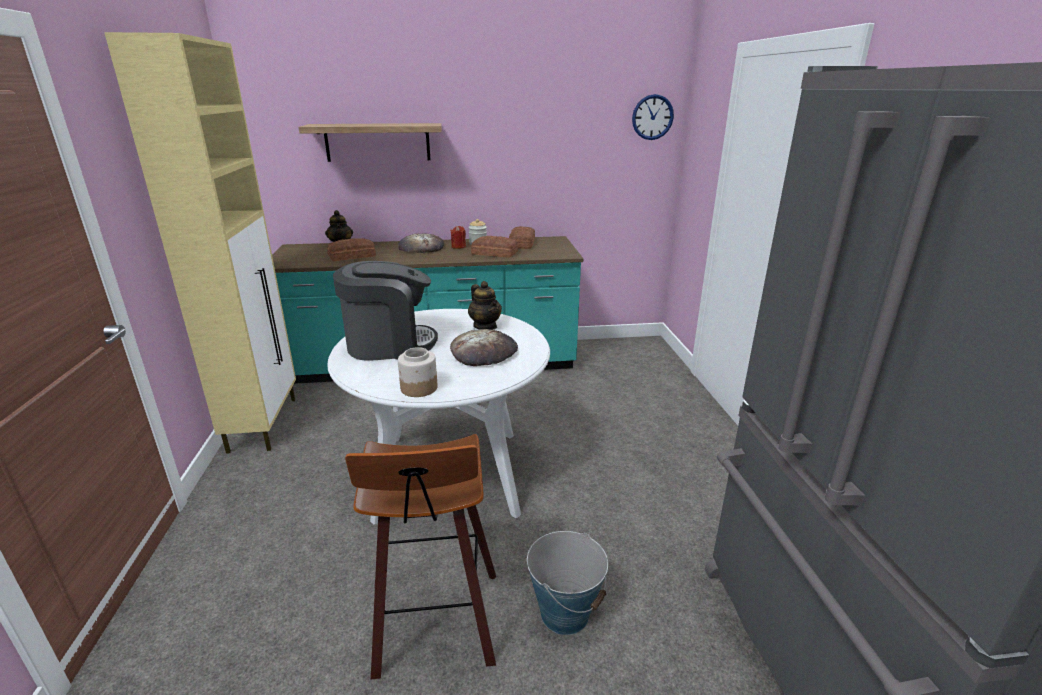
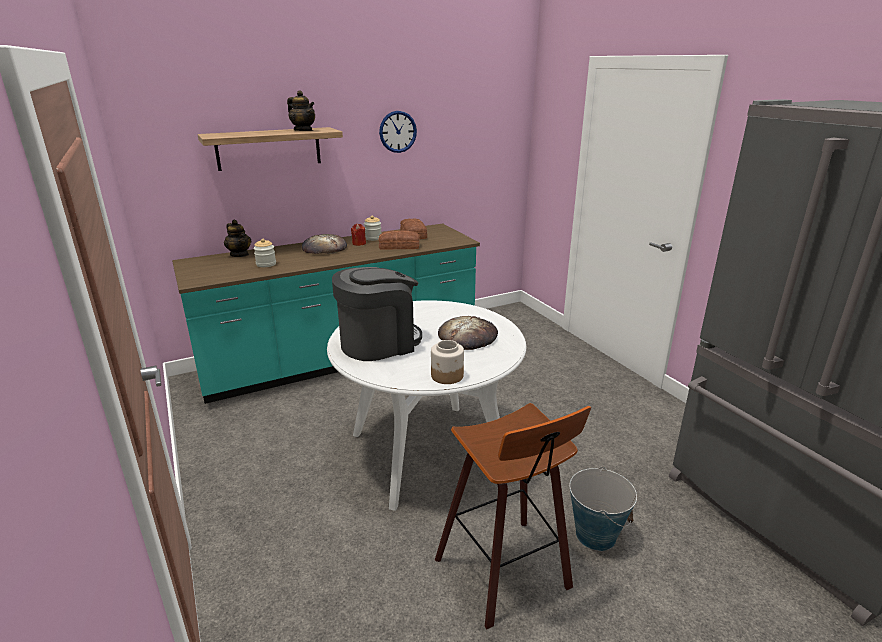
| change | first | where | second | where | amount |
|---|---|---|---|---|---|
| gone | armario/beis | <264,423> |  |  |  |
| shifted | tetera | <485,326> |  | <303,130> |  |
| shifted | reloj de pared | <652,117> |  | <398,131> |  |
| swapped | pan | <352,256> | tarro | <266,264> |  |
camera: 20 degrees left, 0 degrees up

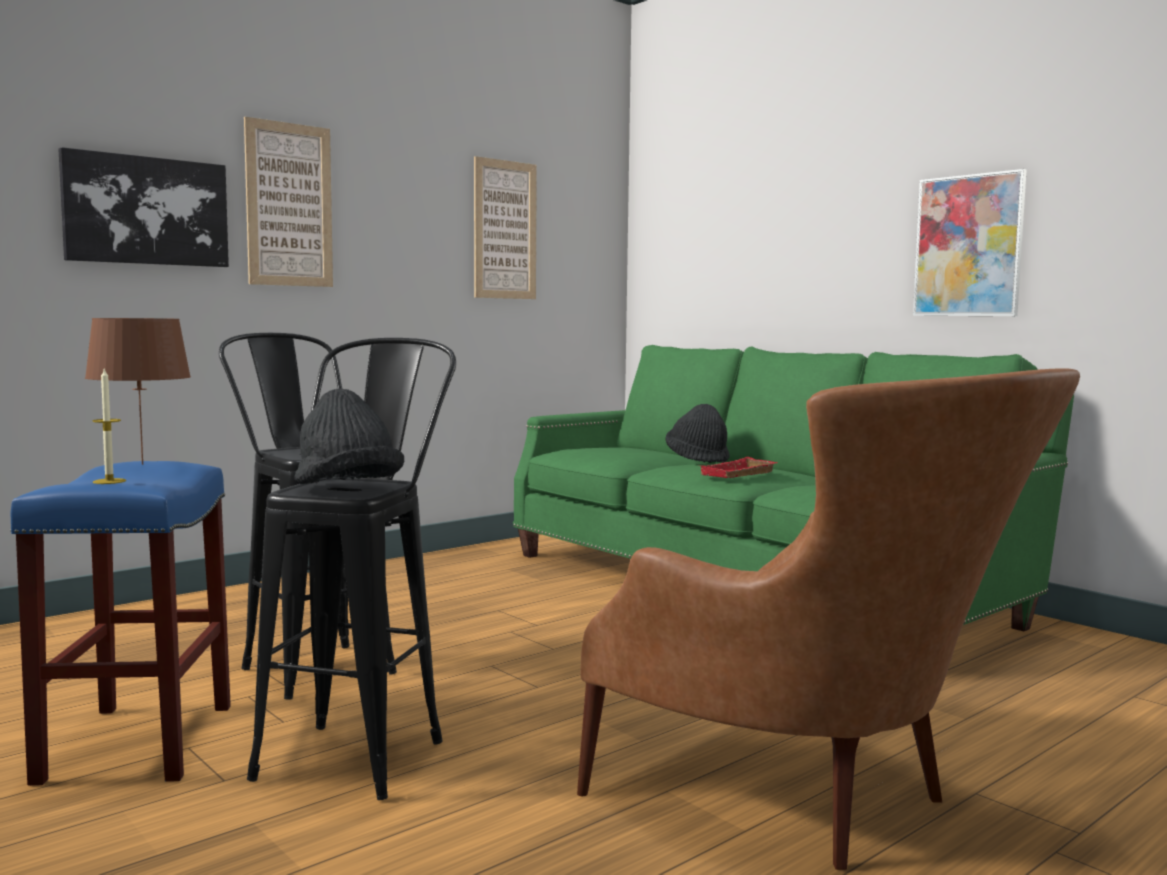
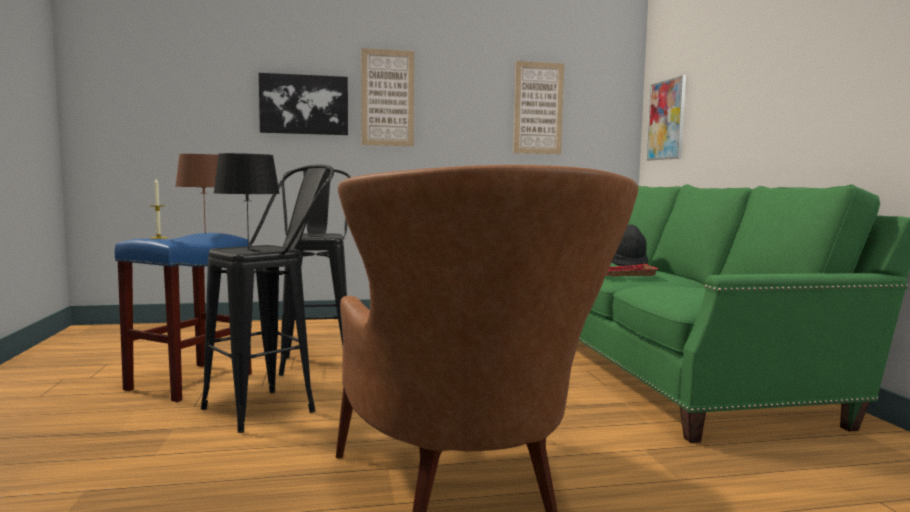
| change | first | where | second | where | amount |
|---|---|---|---|---|---|
| shifted | cuadro | <968,246> |  | <666,120> |  |
| swapped | sombrero/negro | <347,490> | lámpara de mesa/negro | <249,250> |  |
camera: 30 degrees right, 0 degrees up

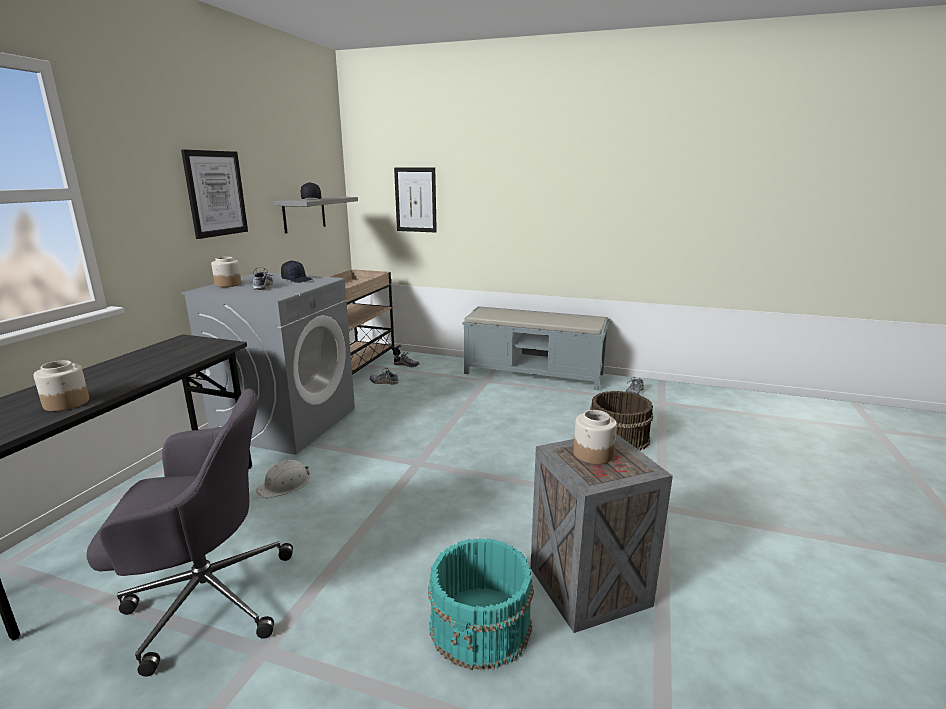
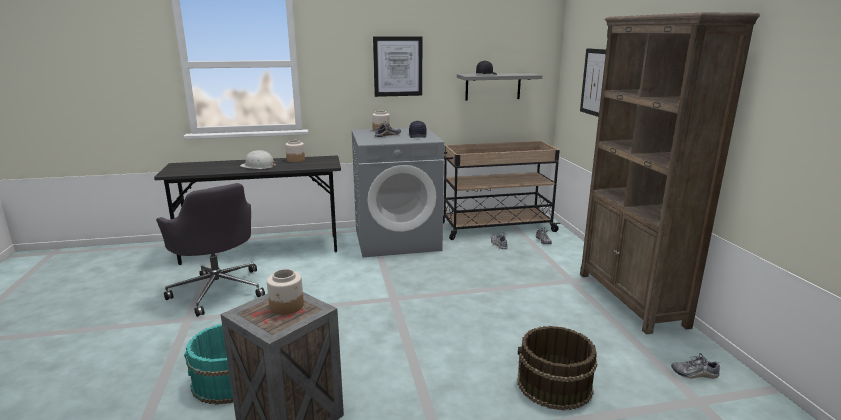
| change | first | where | second | where | amount |
|---|---|---|---|---|---|
| shifted | tarro | <66,403> |  | <295,160> |  |
| shifted | casco/blanco | <285,485> |  | <258,166> |  |
| swapped | banco/gris | <534,374> | estantería/marrón | <631,299> |  |
camera: 60 degrees right, 0 degrees up

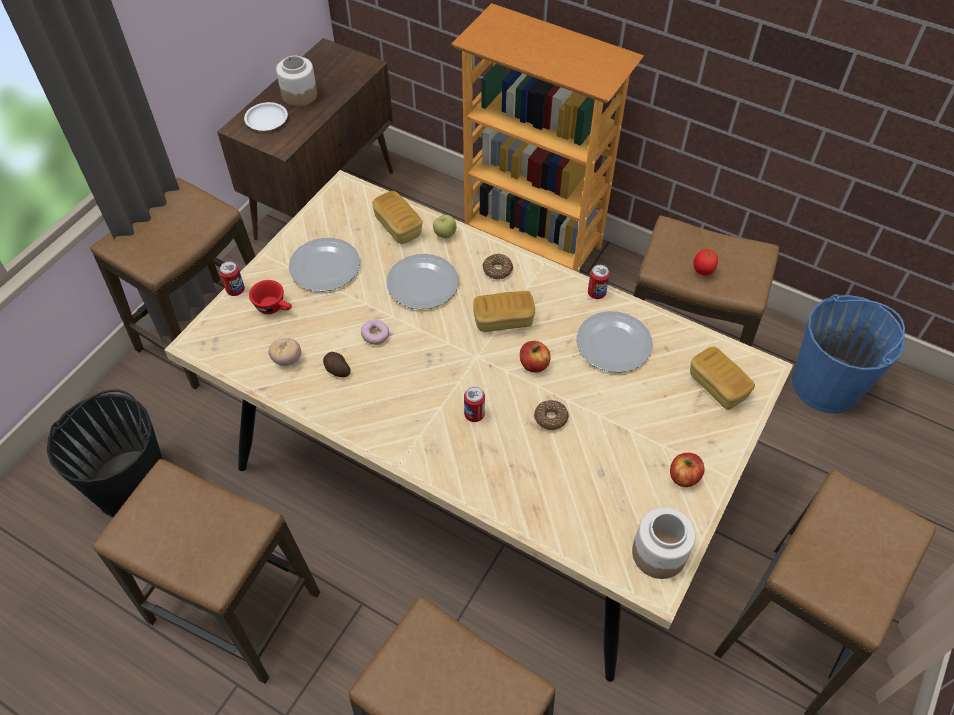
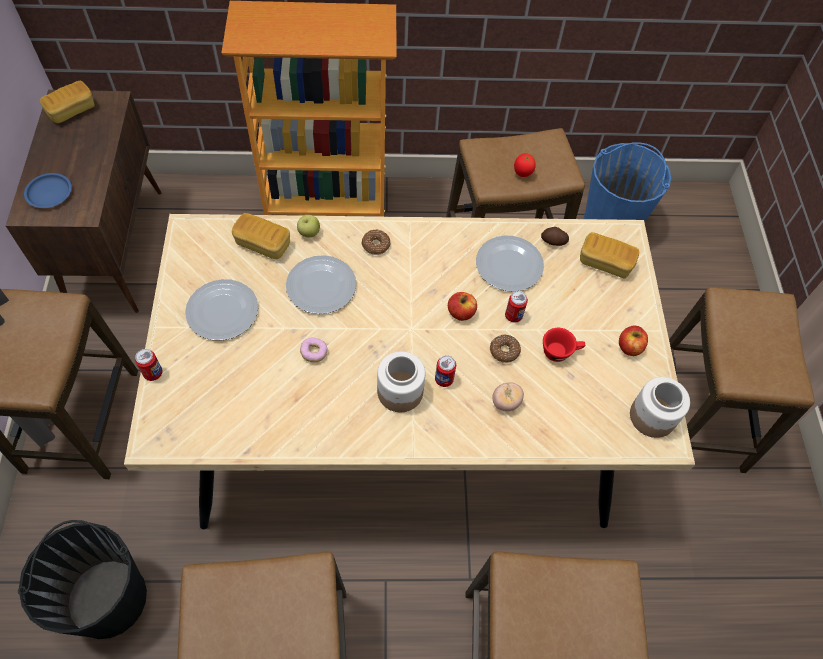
| change | first | where | second | where | amount |
|---|---|---|---|---|---|
| shifted | taza/rojo | <274,307> |  | <560,351> |  |
| shifted | tomate | <287,359> |  | <505,402> |  |
| shifted | tarro | <299,95> |  | <399,391> |  |
| shifted | patata | <337,370> |  | <553,242> |  |
| shifted | pan | <503,320> |  | <71,110> |  |
| shifted | lata | <596,293> |  | <513,316> |  |
| repainted | plato/blanco | <267,119> | plato/azul | <49,193> |  |
camera: 35 degrees left, 5 degrees up

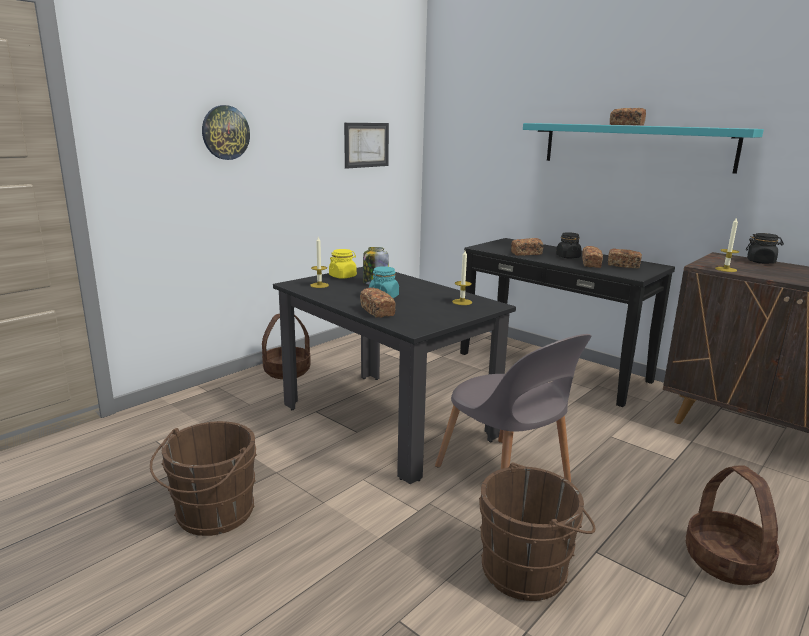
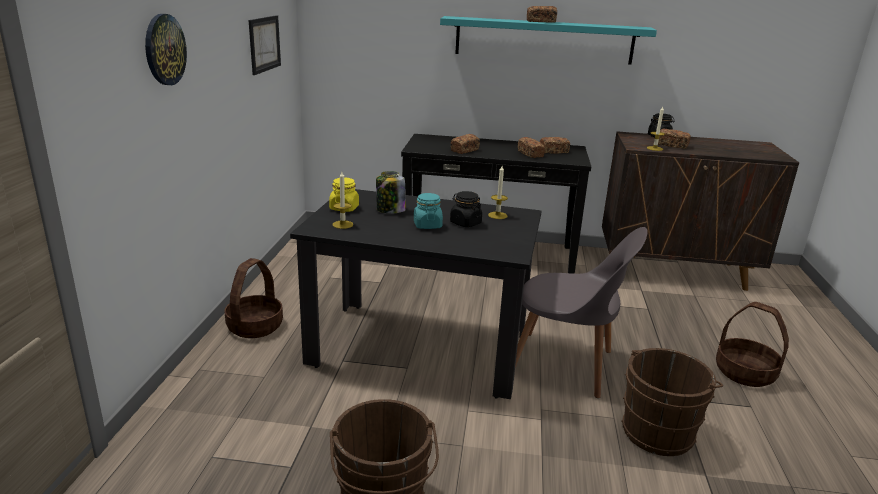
| change | first | where | second | where | amount |
|---|---|---|---|---|---|
| shifted | pan | <377,311> |  | <672,145> |  |
| shifted | tarro/negro | <567,257> |  | <465,223> |  |
camera: 35 degrees left, 5 degrees up

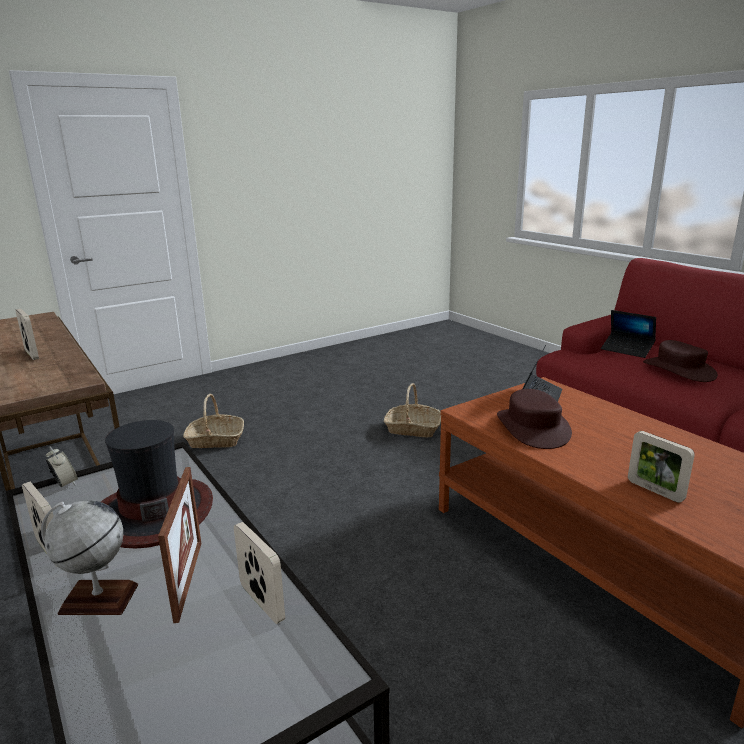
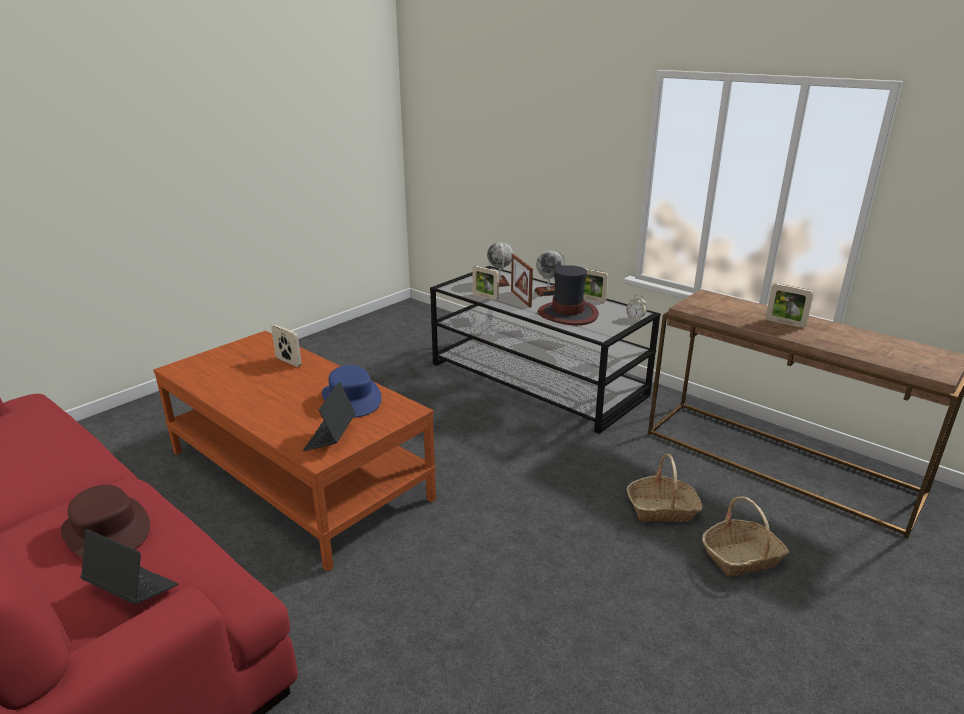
| change | first | where | second | where | amount |
|---|---|---|---|---|---|
| new |  |  | globo terráqueo | <499,282> |  |
| shifted | cesta | <412,429> |  | <662,509> |  |
| repainted | sombrero/marrón | <533,428> | sombrero/azul | <351,399> |  |
camera: 165 degrees right, 5 degrees up

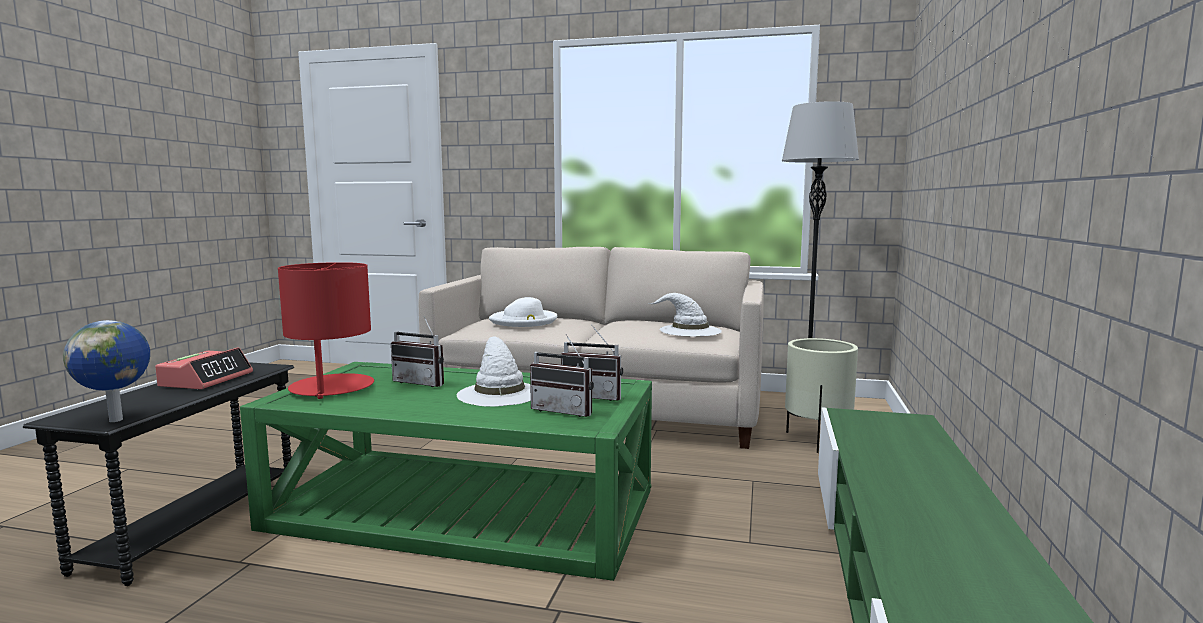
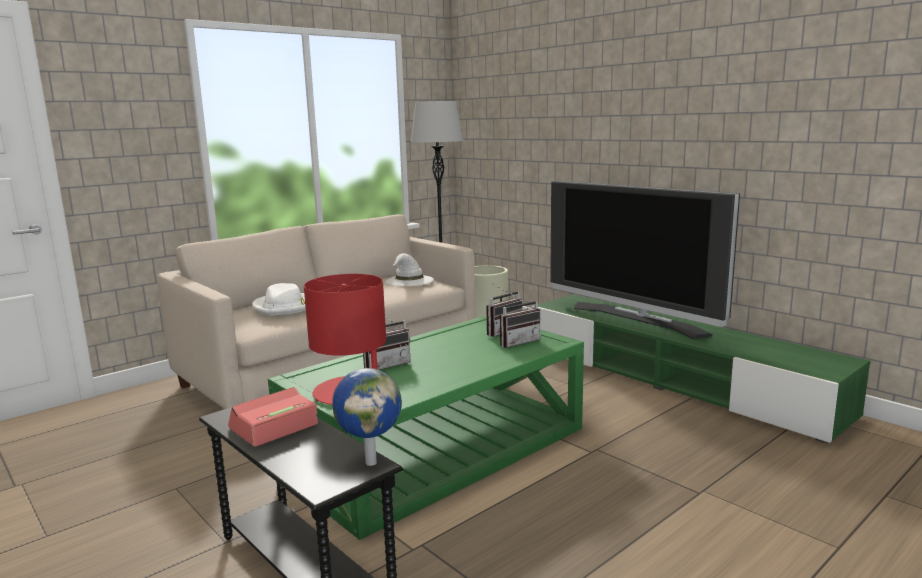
| change | first | where | second | where | amount |
|---|---|---|---|---|---|
| gone | sombrero/blanco | <499,393> |  |  |  |
| new |  |  | televisor | <637,319> |  |
| rotated | despertador | <206,380> |  | <273,427> | 90 degrees counterclockwise |
camera: 55 degrees left, 5 degrees up

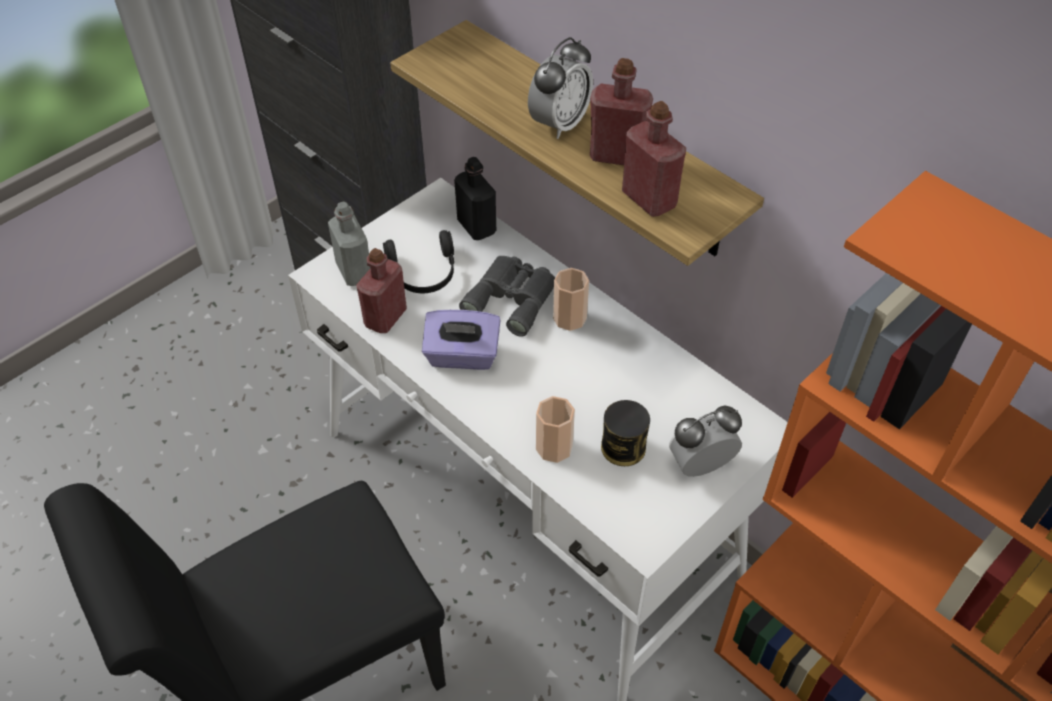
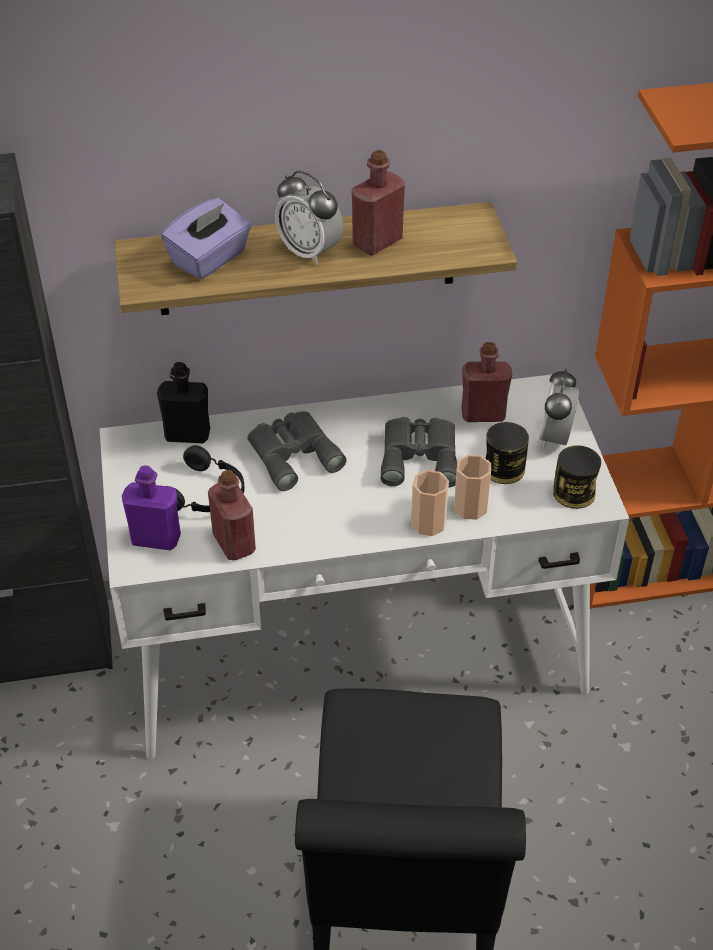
| change | first | where | second | where | amount |
|---|---|---|---|---|---|
| new |  |  | prismáticos/gris | <420,455> |  |
| new |  |  | lata | <574,493> |  |
| shifted | caja de pañuelos/morado | <462,356> |  | <210,259> |  |
| shifted | taza | <569,318> |  | <428,523> |  |
| shifted | botella/rojo | <649,199> |  | <483,414> |  |
| repainted | botella/gris | <354,271> | botella/morado | <156,539> |  |
| rotated | despertador | <559,124> |  | <310,252> | 150 degrees clockwise |
camera: 55 degrees left, 5 degrees down

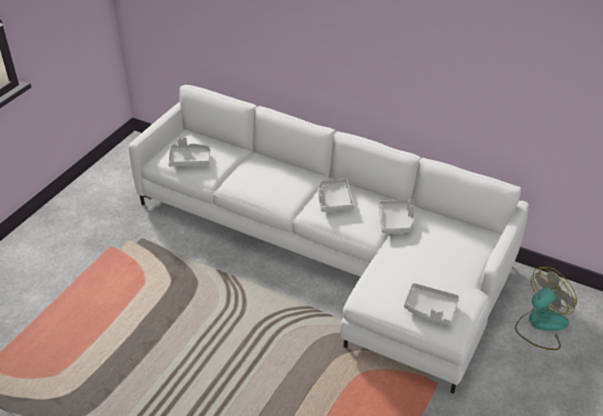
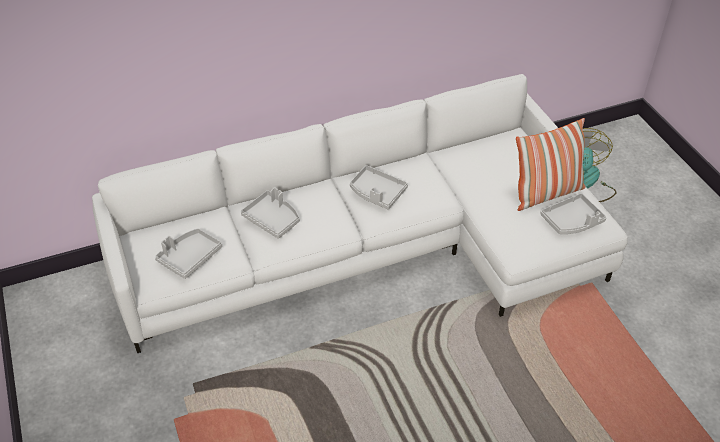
| change | first | where | second | where | amount |
|---|---|---|---|---|---|
| new |  |  | cojín | <546,193> |  |
| shifted | bandeja/gris | <396,221> |  | <273,219> |  |
camera: 50 degrees left, 5 degrees up

